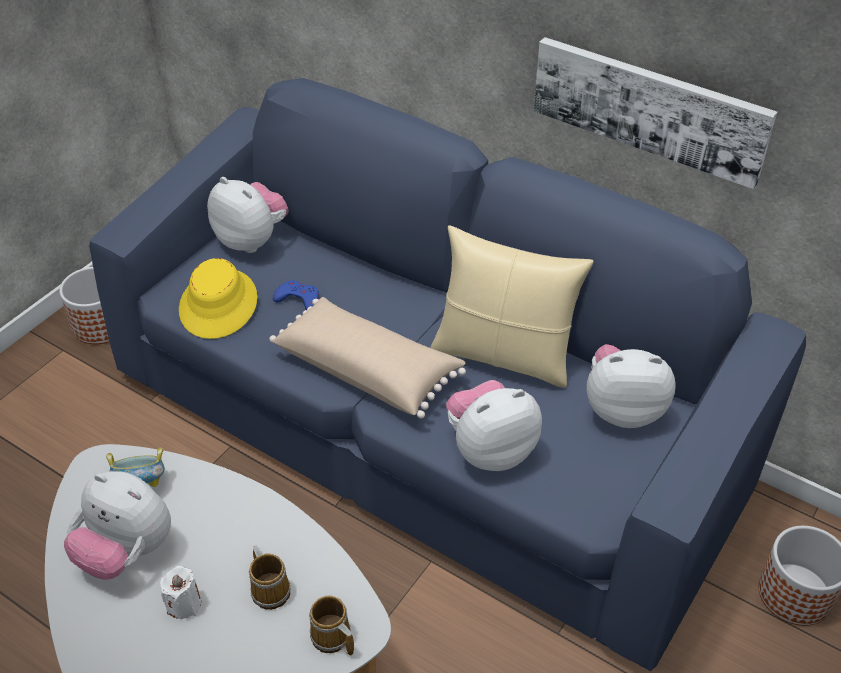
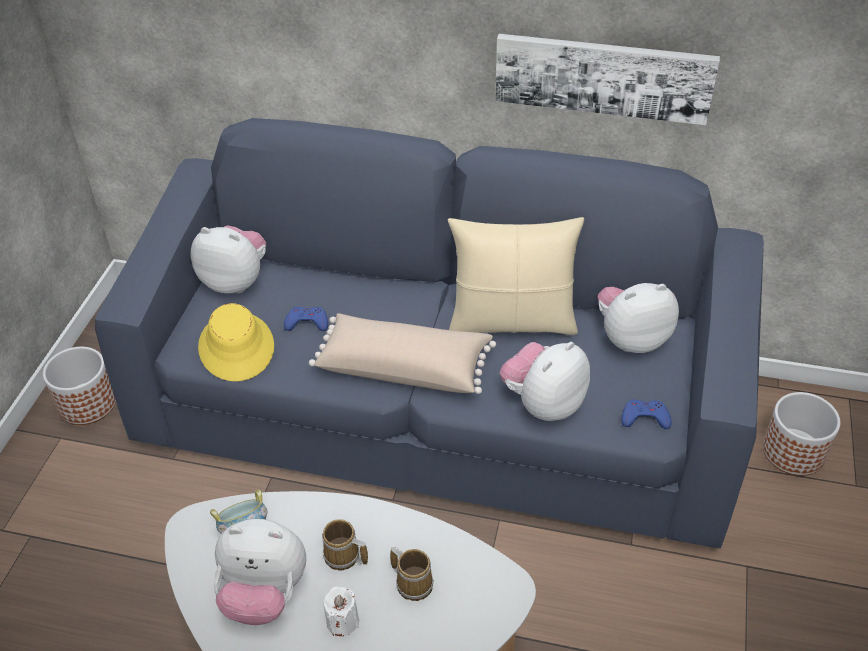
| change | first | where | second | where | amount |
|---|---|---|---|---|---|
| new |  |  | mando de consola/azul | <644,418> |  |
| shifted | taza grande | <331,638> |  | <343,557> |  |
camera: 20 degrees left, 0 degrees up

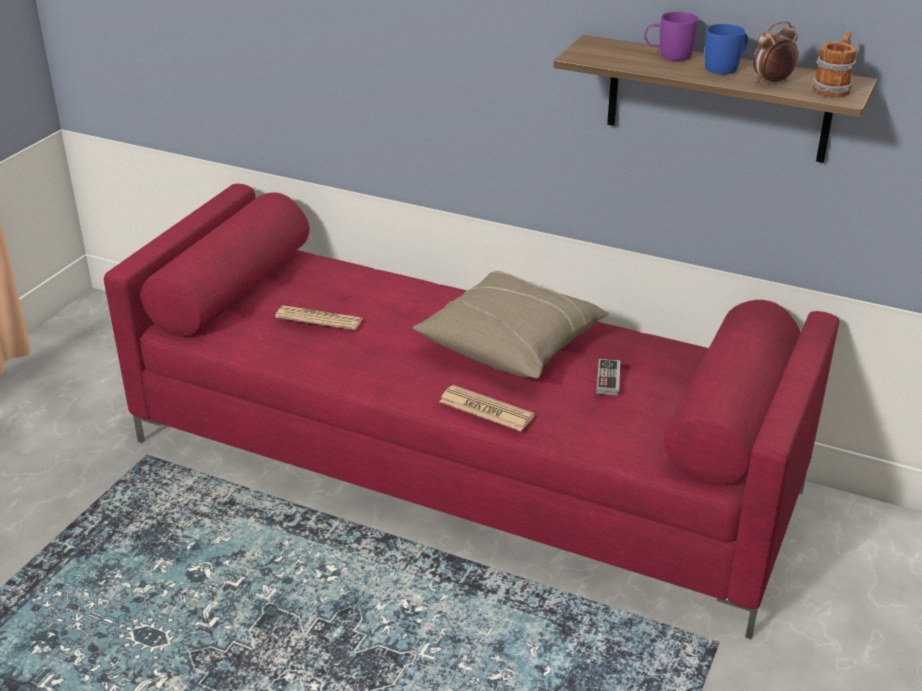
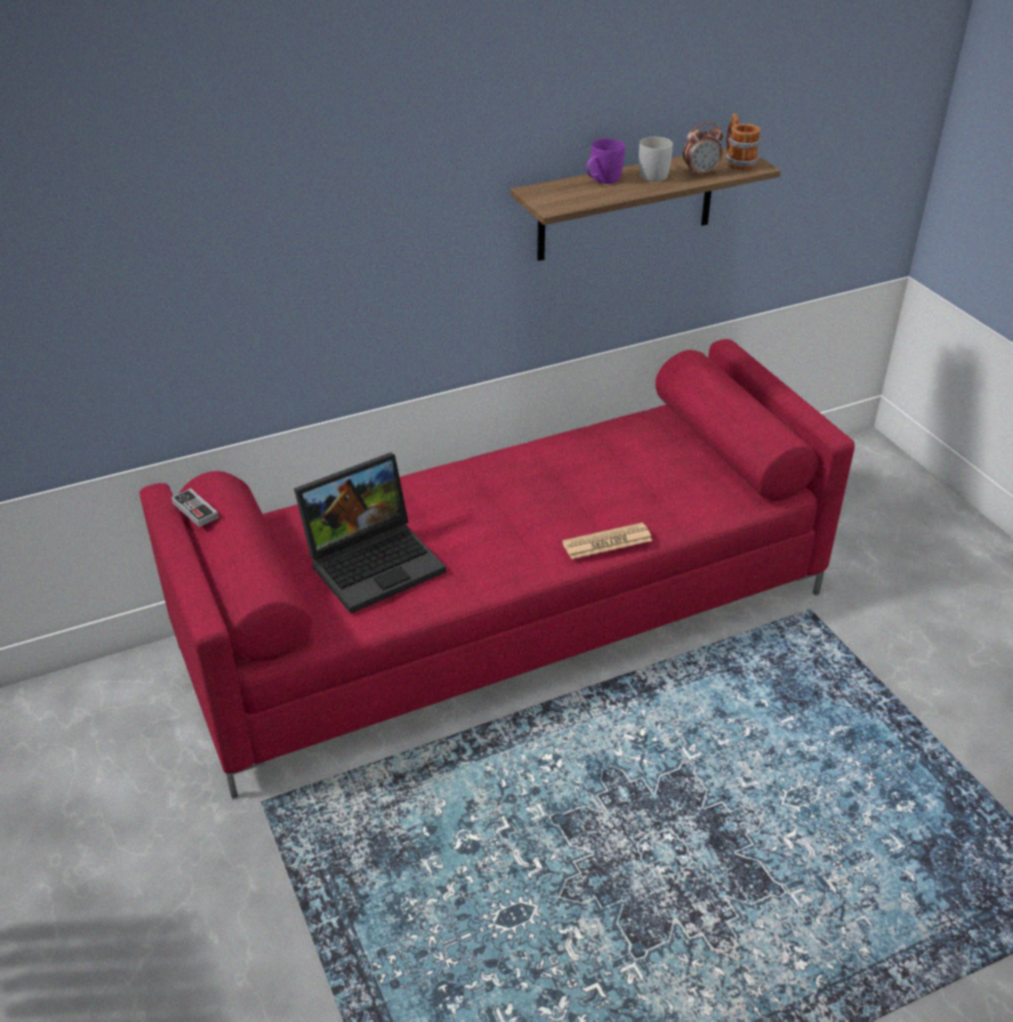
| change | first | where | second | where | amount |
|---|---|---|---|---|---|
| gone | cojín/beis | <511,344> |  |  |  |
| shifted | mando de consola | <608,379> |  | <195,510> |  |
| swapped | periódico | <319,319> | portátil | <375,561> |  |
| repainted | taza grande/azul | <726,67> | taza grande/blanco | <653,174> |  |
| rotated | despertador | <771,82> |  | <700,173> | 120 degrees counterclockwise |
camera: 50 degrees left, 5 degrees up

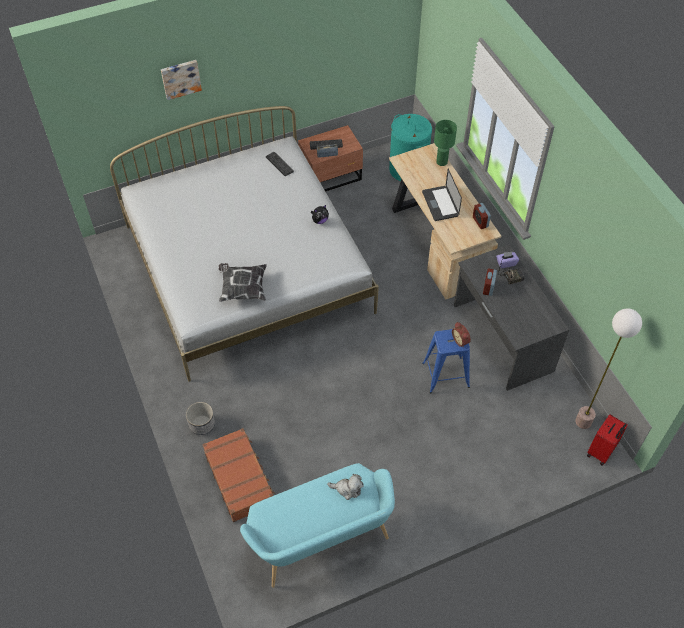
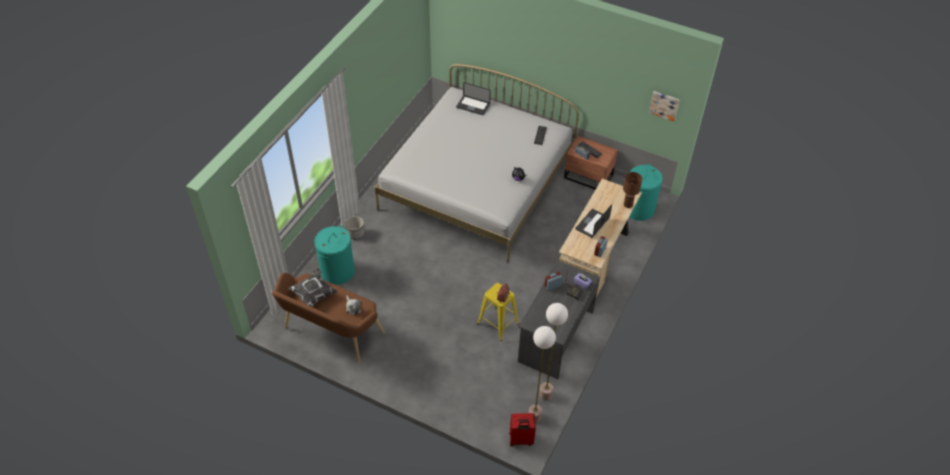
| change | first | where | second | where | amount |
|---|---|---|---|---|---|
| new |  |  | portátil | <473,106> |  |
| new |  |  | lámpara de pie | <545,395> |  |
| shifted | cuadro | <180,78> |  | <664,105> |  |
| shifted | cojín | <243,288> |  | <314,294> |  |
| swapped | maleta/marrón | <240,478> | cesto de la ropa/turquesa | <337,271> |  |
| repainted | banco/turquesa | <321,542> | banco/marrón | <330,333> |  |
| repainted | taburete/azul | <445,375> | taburete/amarillo | <498,323> |  |
| repainted | lámpara de mesa/verde | <441,162> | lámpara de mesa/marrón | <627,205> |  |
camera: 50 degrees right, 5 degrees down

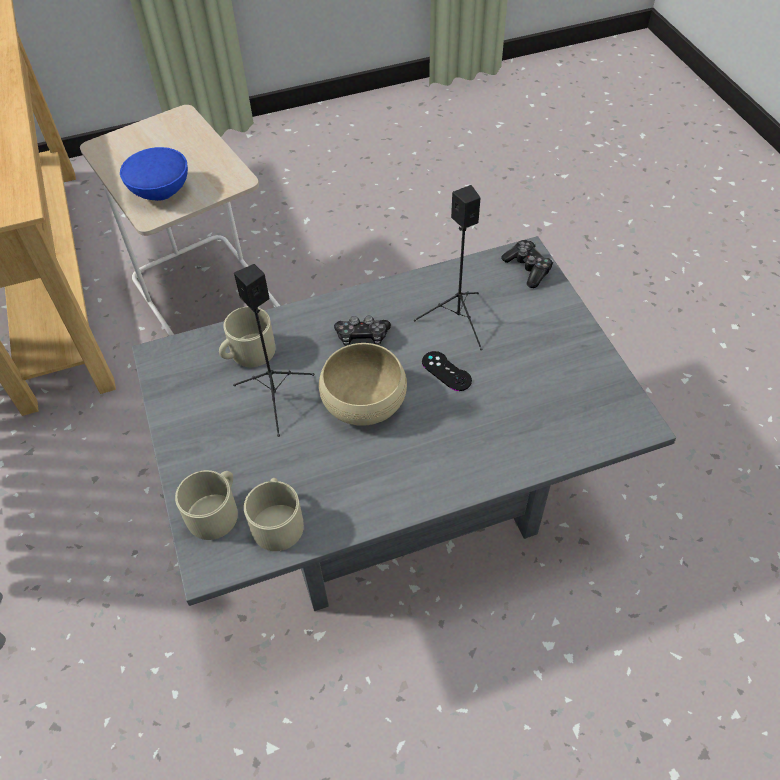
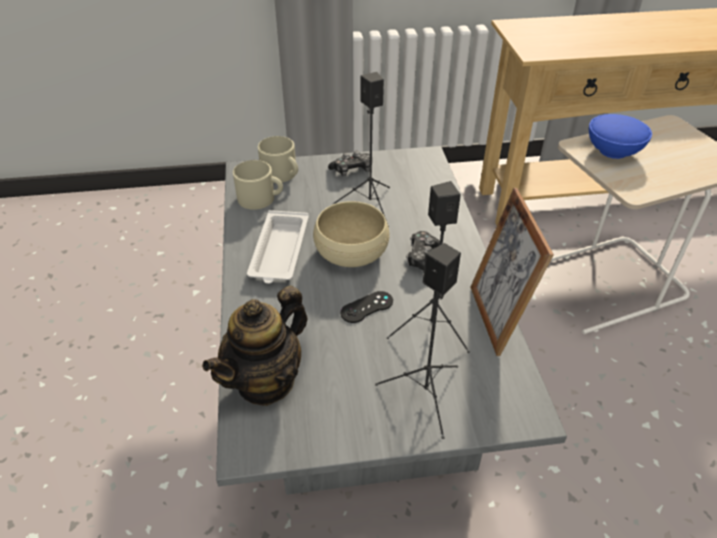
| change | first | where | second | where | amount |
|---|---|---|---|---|---|
| gone | taza grande/beis | <248,353> |  |  |  |
| new |  |  | tetera | <266,381> |  |
| new |  |  | bandeja/blanco | <279,252> |  |
| new |  |  | altavoz/negro | <426,396> |  |
| new |  |  | portarretratos | <496,318> |  |
| shifted | mando de consola | <528,268> |  | <352,170> |  |
camera: 100 degrees right, 10 degrees down

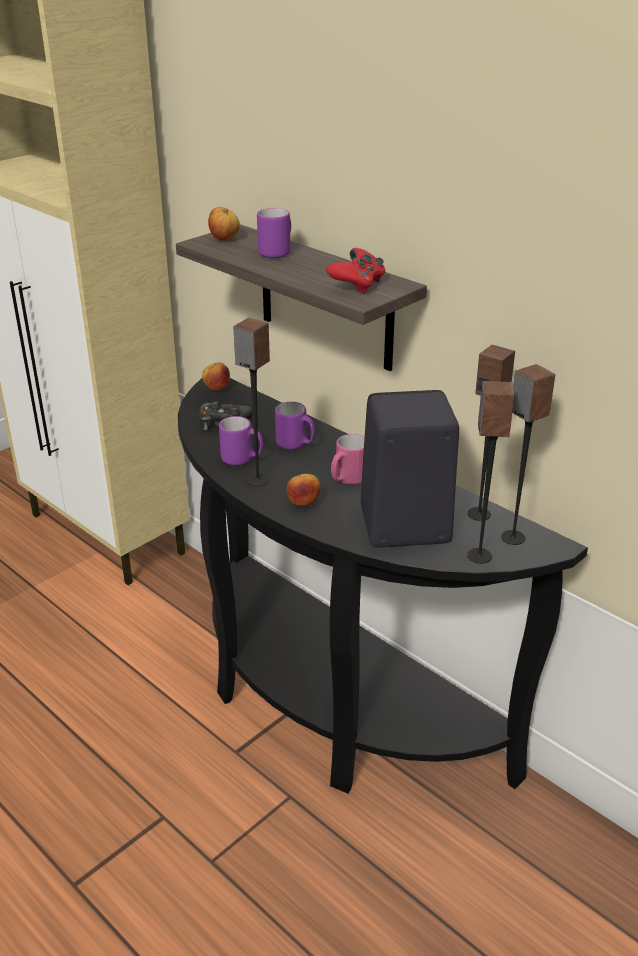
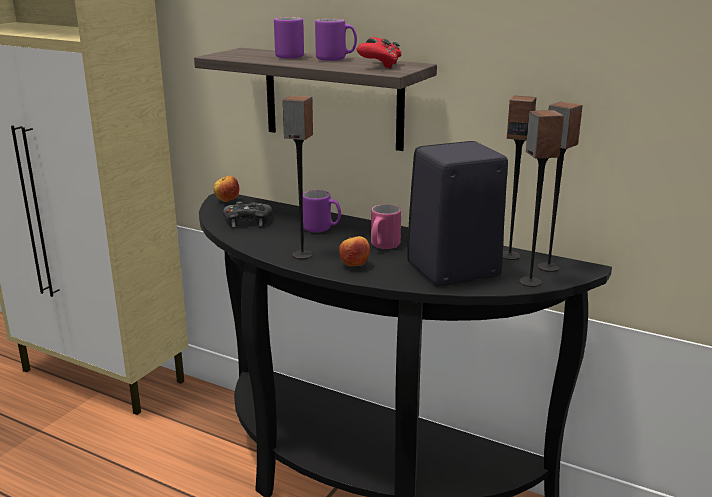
| change | first | where | second | where | amount |
|---|---|---|---|---|---|
| gone | manzana | <224,240> |  |  |  |
| shifted | taza grande/morado | <242,459> |  | <336,59> |  |
camera: 15 degrees left, 10 degrees down

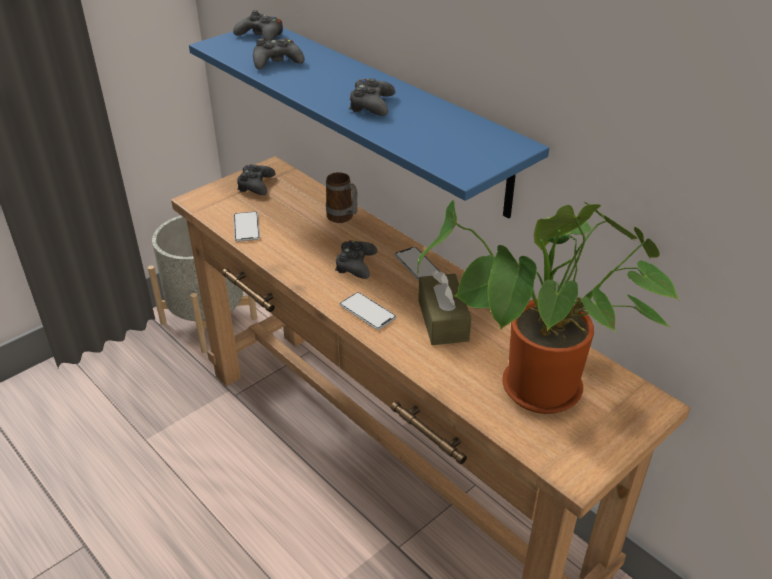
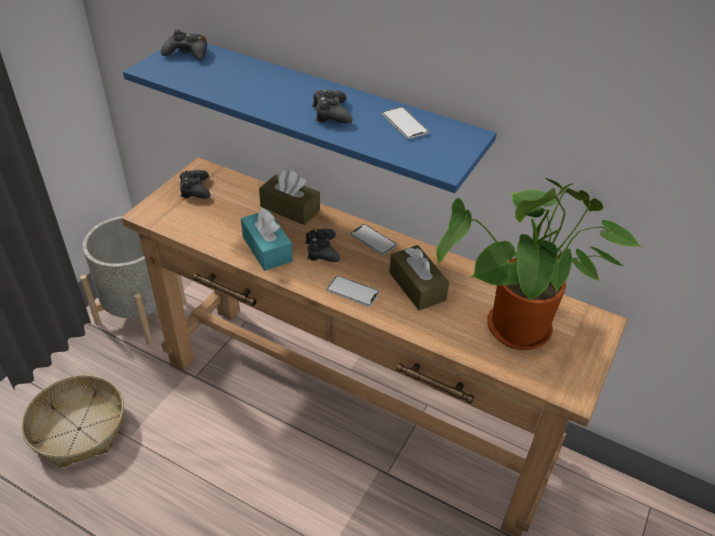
| change | first | where | second | where | amount |
|---|---|---|---|---|---|
| gone | mando de consola/negro | <277,62> |  |  |  |
| new |  |  | cesta | <79,428> |  |
| new |  |  | caja de pañuelos/turquesa | <267,249> |  |
| shifted | móvil | <246,227> |  | <404,124> |  |
| swapped | taza grande | <343,218> | caja de pañuelos/marrón | <290,208> |  |
camera: 20 degrees left, 5 degrees up

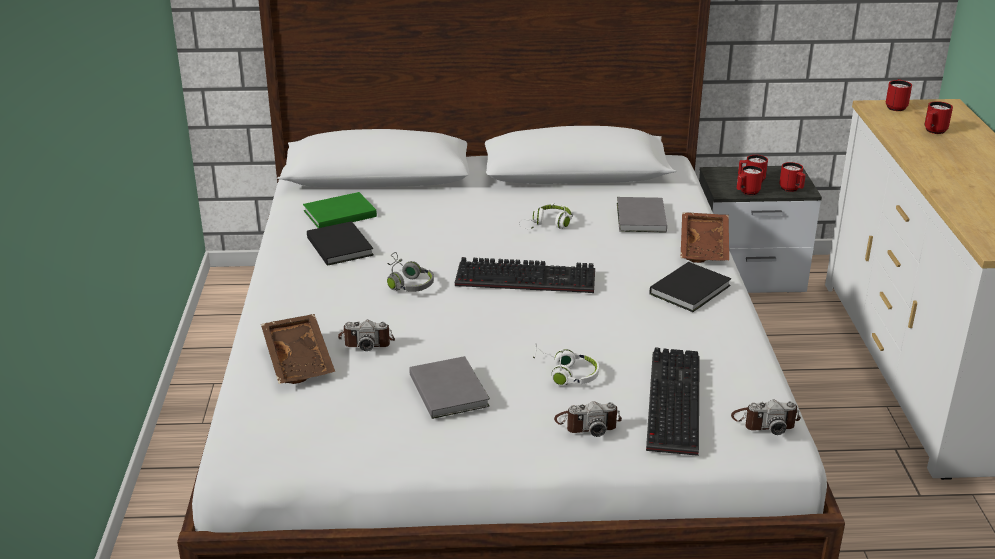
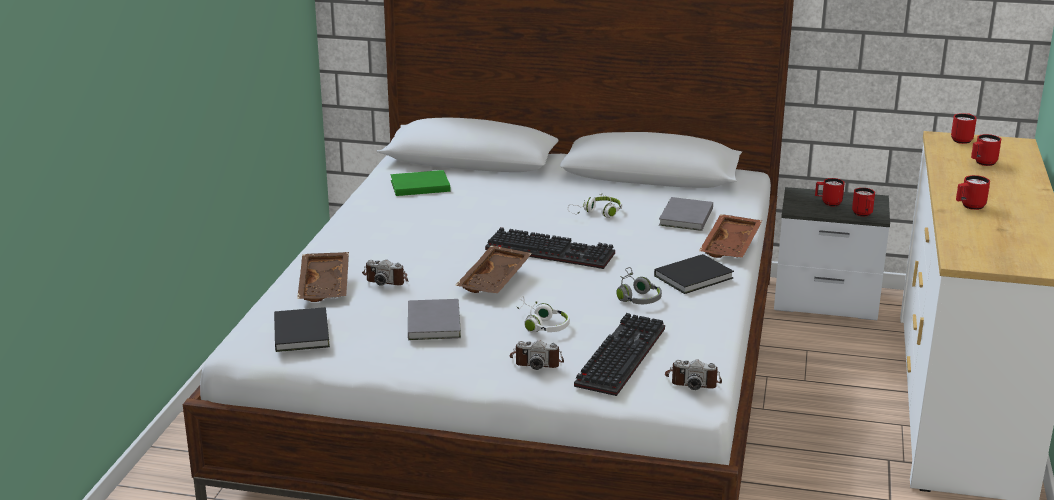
| change | first | where | second | where | amount |
|---|---|---|---|---|---|
| new |  |  | bandeja/marrón | <495,280> |  |
| shifted | libro/negro | <340,245> |  | <302,331> |  |
| shifted | auriculares/gris | <407,282> |  | <636,296> |  |
| shifted | taza grande/rojo | <747,192> |  | <969,206> |  |
camera: 15 degrees right, 5 degrees down

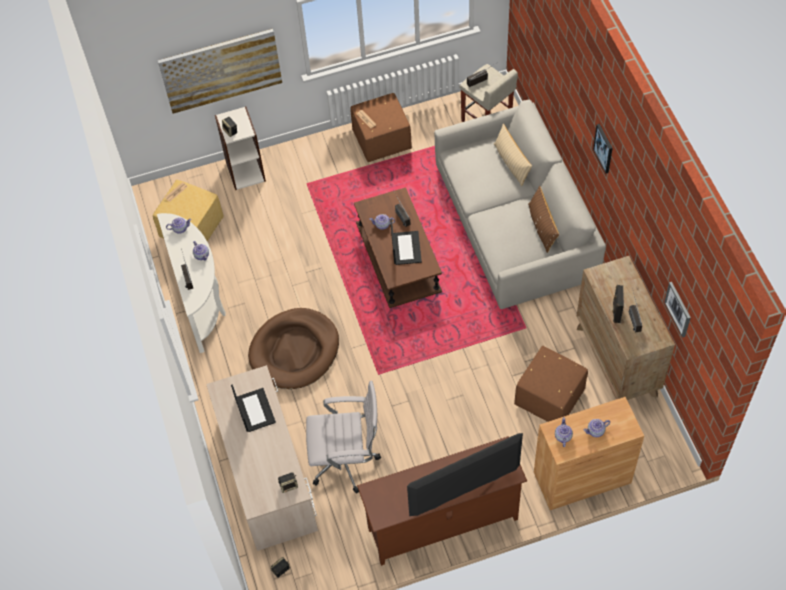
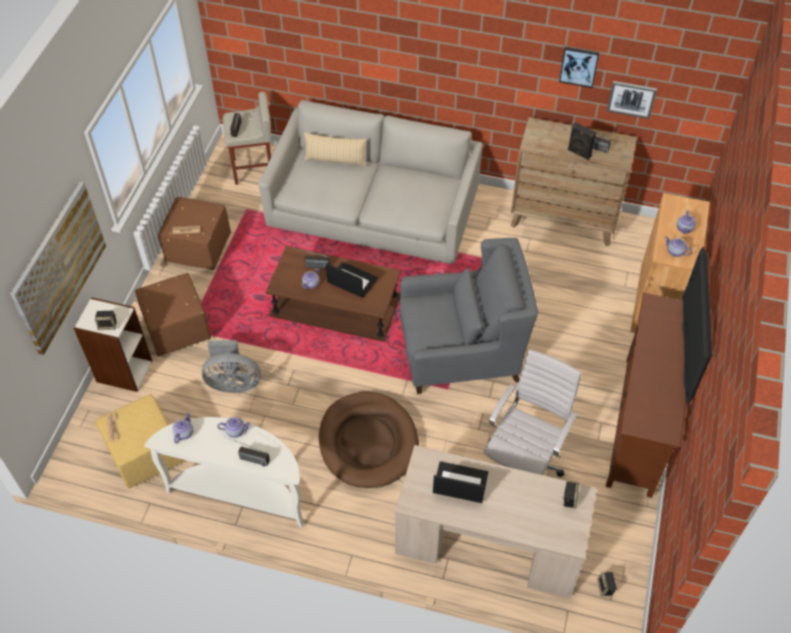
| change | first | where | second | where | amount |
|---|---|---|---|---|---|
| gone | cojín/marrón | <542,227> |  |  |  |
| new |  |  | ventilador/gris | <233,382> |  |
| new |  |  | sillón/gris | <460,352> |  |
| shifted | puf/marrón | <550,398> |  | <178,329> |  |
| shifted | cuadro | <604,148> |  | <579,66> |  |
camera: 60 degrees left, 5 degrees down

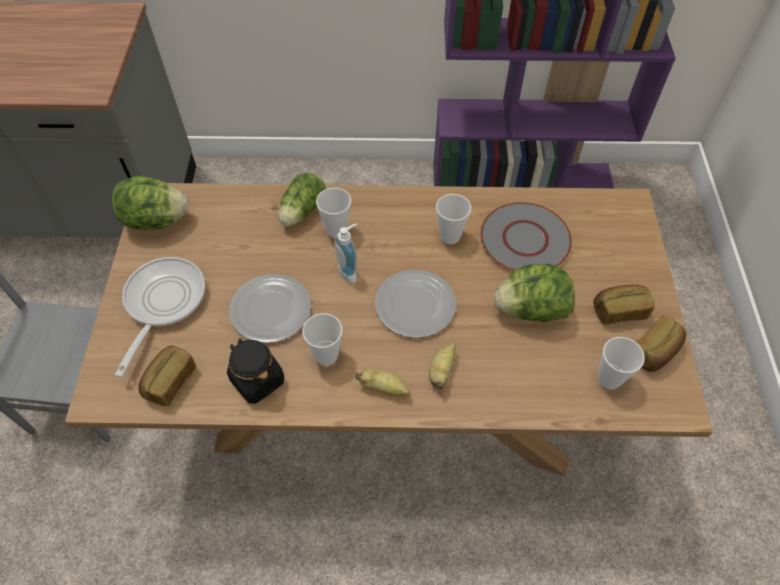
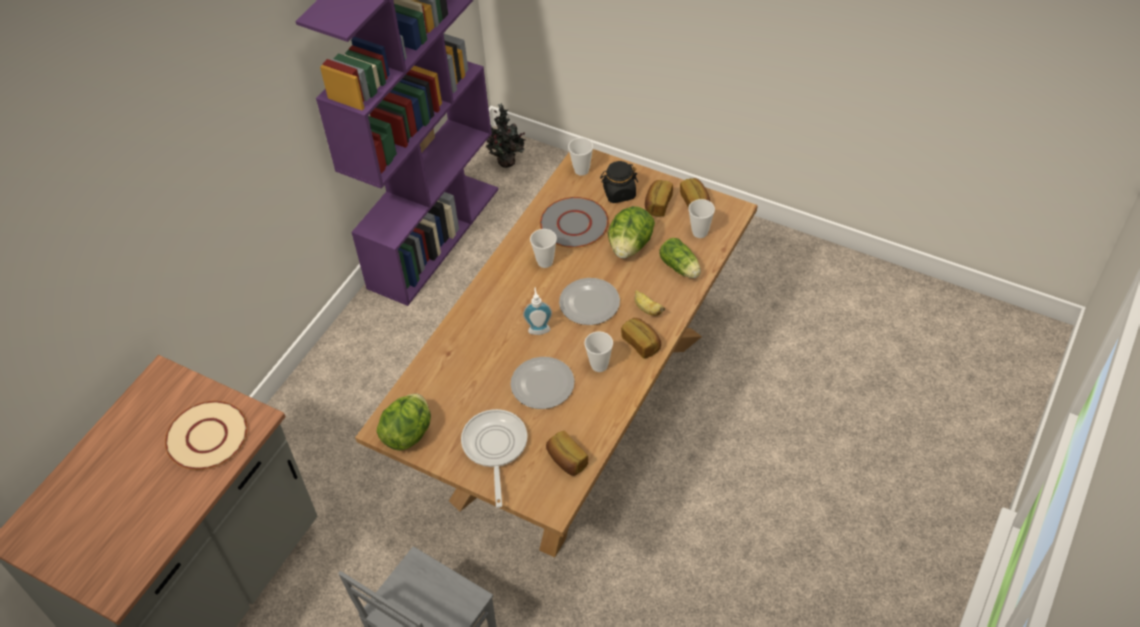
| change | first | where | second | where | amount |
|---|---|---|---|---|---|
| new |  |  | plato/beis | <208,436> |  |
| new |  |  | planta en maceta | <507,163> |  |
| shifted | tarro/negro | <257,380> |  | <619,193> |  |
| shifted | lechuga | <301,212> |  | <681,268> |  |
| shifted | taza | <336,230> |  | <581,170> |  |
| swapped | plátano | <384,388> | pan | <641,343> |  |
| rotated | sartén | <163,303> |  | <494,448> | 45 degrees clockwise |
camera: 60 degrees left, 5 degrees down

